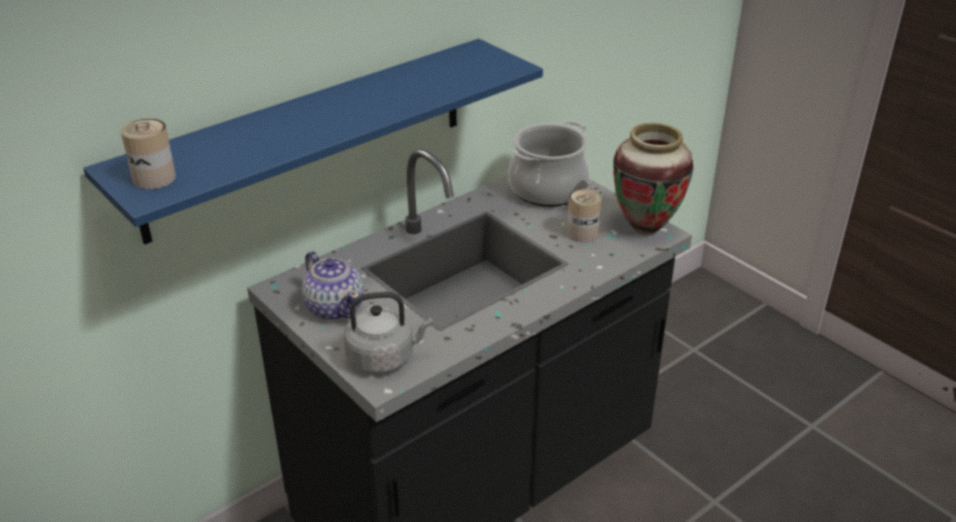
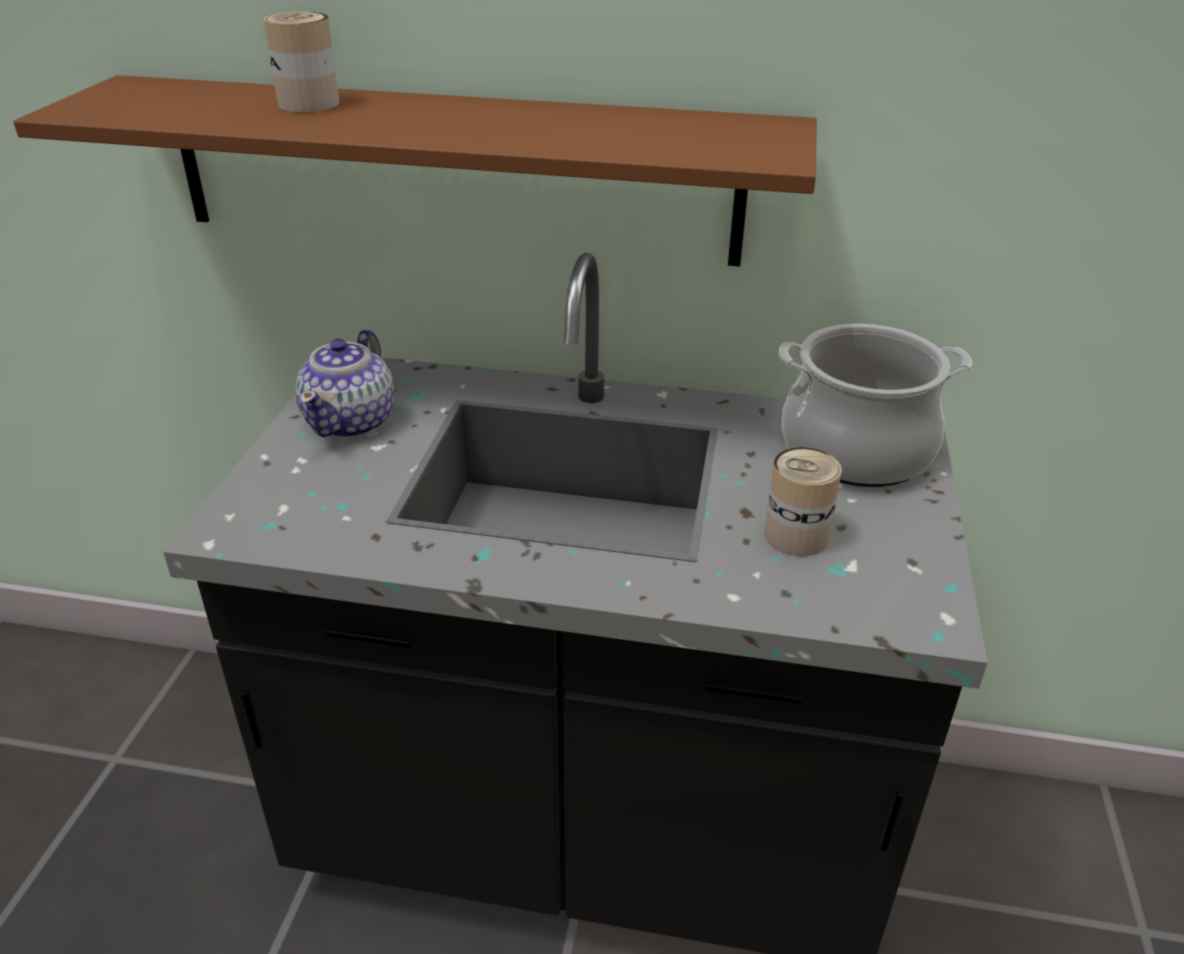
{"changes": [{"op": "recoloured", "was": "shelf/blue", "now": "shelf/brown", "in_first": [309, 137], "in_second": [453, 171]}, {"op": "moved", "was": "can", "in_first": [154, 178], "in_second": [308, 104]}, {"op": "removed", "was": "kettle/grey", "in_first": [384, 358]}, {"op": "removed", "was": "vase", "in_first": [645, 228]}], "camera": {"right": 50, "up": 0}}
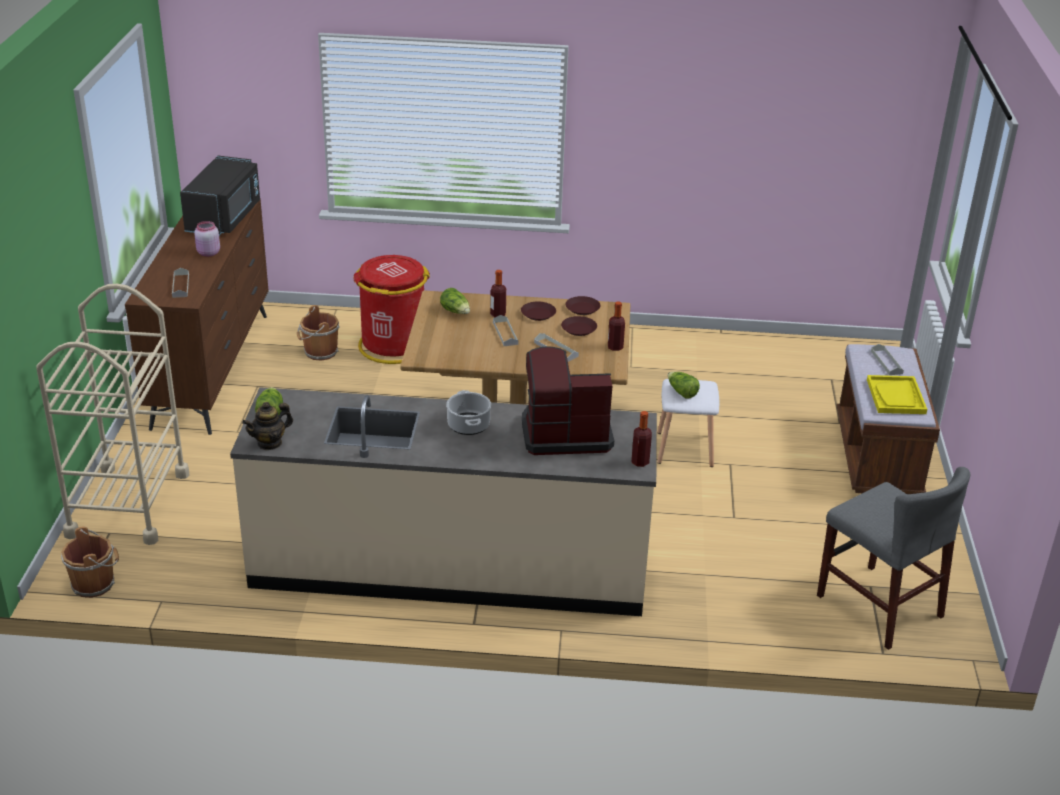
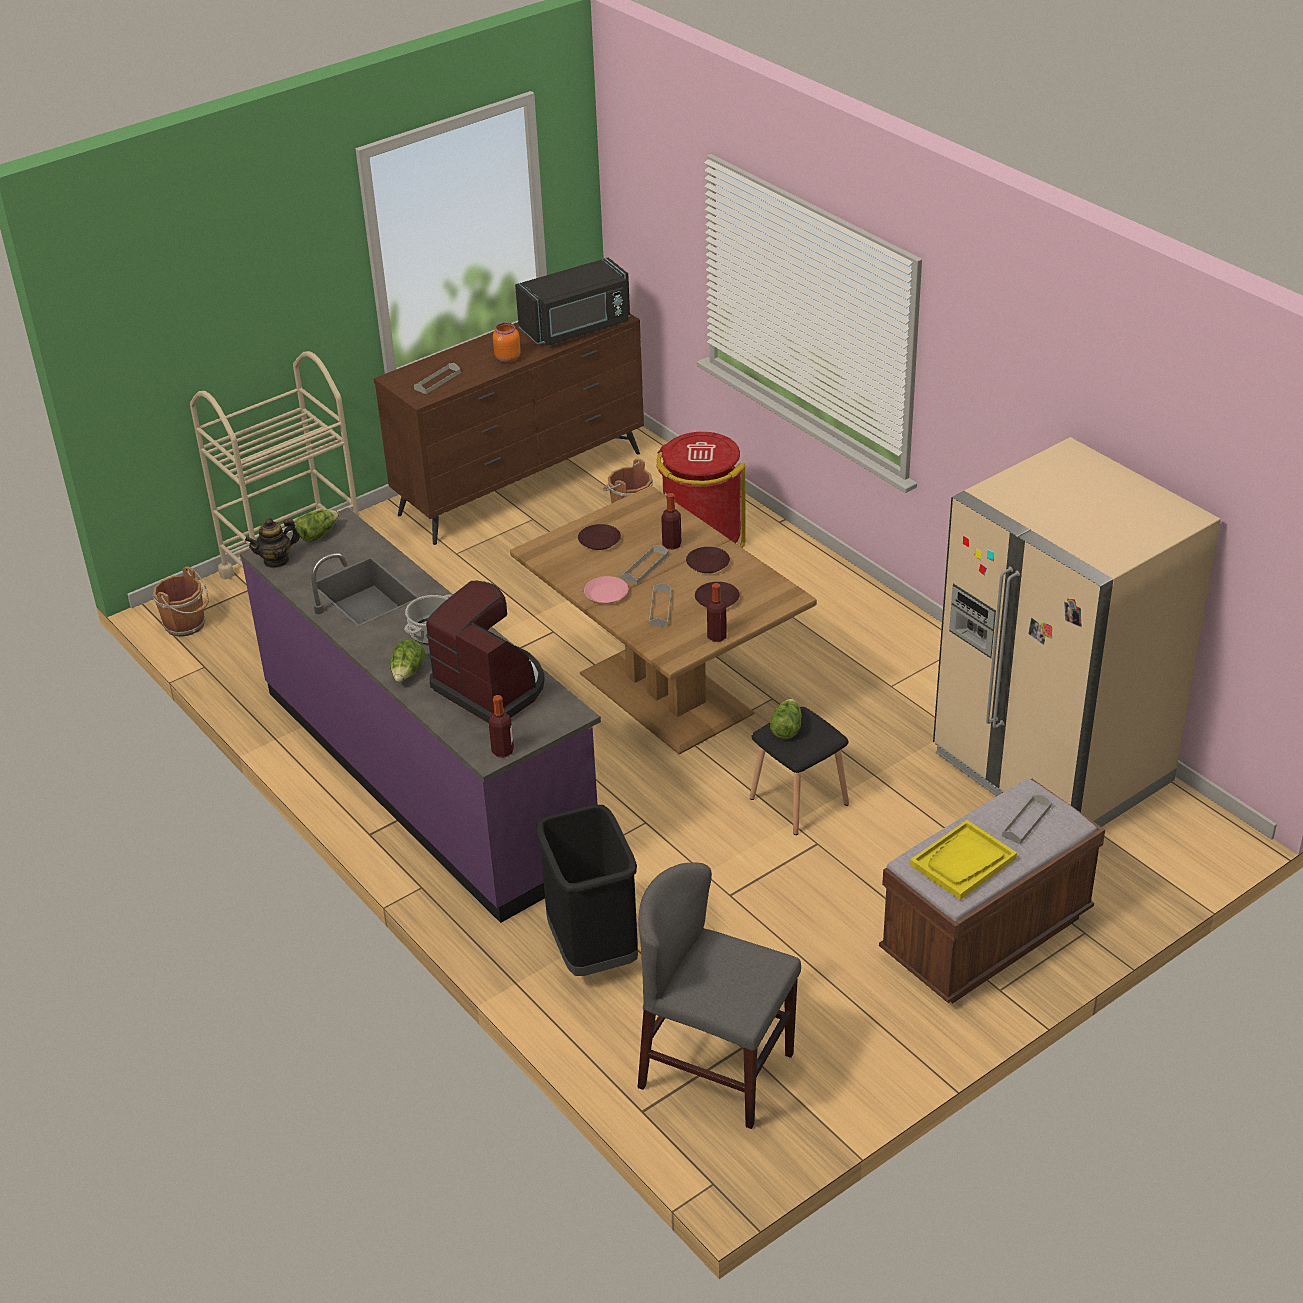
{"changes": [{"op": "recoloured", "was": "jar/pink", "now": "jar/orange", "in_first": [208, 253], "in_second": [507, 358]}, {"op": "recoloured", "was": "counter/beige", "now": "counter/purple", "in_first": [450, 566], "in_second": [428, 774]}, {"op": "turned", "was": "teapot", "in_first": [270, 443], "in_second": [276, 560], "clockwise": -45}, {"op": "moved", "was": "lettuce", "in_first": [456, 312], "in_second": [408, 672]}, {"op": "moved", "was": "plate/brown", "in_first": [583, 308], "in_second": [600, 541]}, {"op": "recoloured", "was": "stool/white", "now": "stool/black", "in_first": [685, 450], "in_second": [798, 802]}, {"op": "turned", "was": "chair/grey", "in_first": [879, 606], "in_second": [716, 1070], "clockwise": 105}, {"op": "added", "now": "trash can/black", "in_second": [593, 951]}, {"op": "added", "now": "plate/pink", "in_second": [607, 594]}, {"op": "added", "now": "fridge/beige", "in_second": [1051, 768]}], "camera": {"right": 50, "up": 5}}
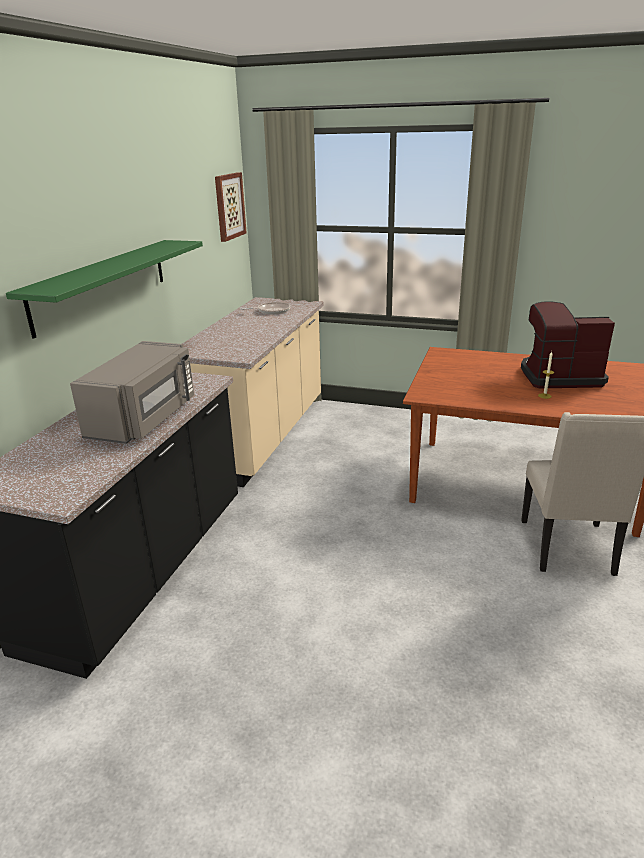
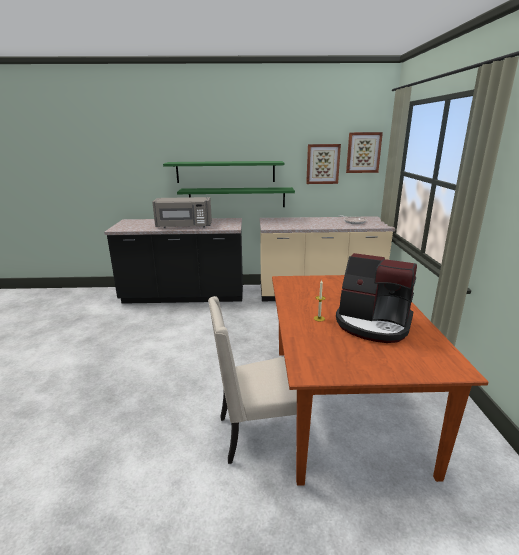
{"changes": [{"op": "turned", "was": "coffee machine", "in_first": [559, 376], "in_second": [373, 324], "clockwise": 135}, {"op": "added", "now": "shelf/green", "in_second": [237, 197]}, {"op": "added", "now": "picture", "in_second": [322, 164]}], "camera": {"right": 70, "up": -5}}
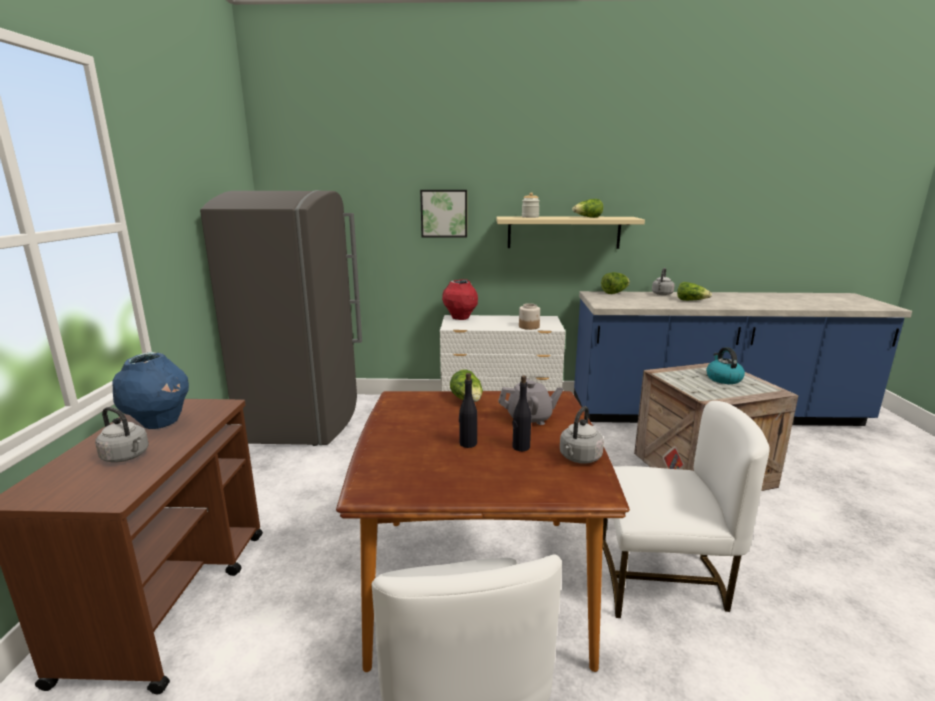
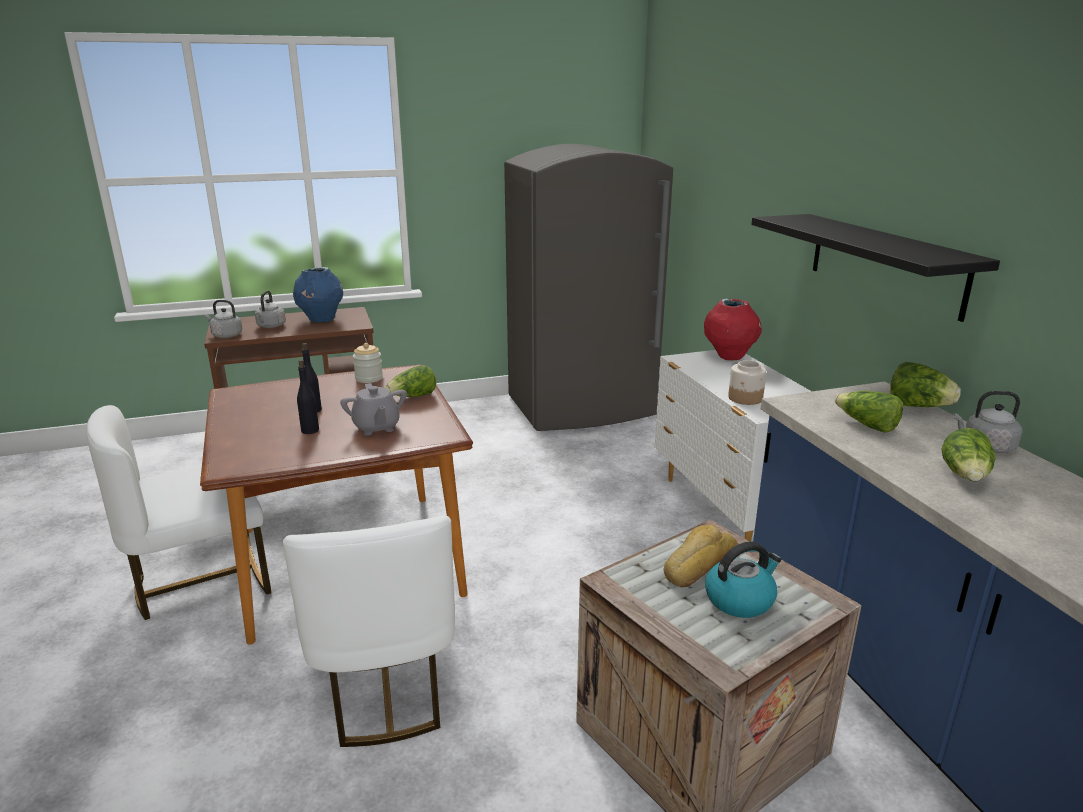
{"changes": [{"op": "removed", "was": "picture", "in_first": [444, 213]}, {"op": "recoloured", "was": "shelf/beige", "now": "shelf/black", "in_first": [563, 232], "in_second": [885, 263]}, {"op": "moved", "was": "jar", "in_first": [530, 217], "in_second": [369, 378]}, {"op": "moved", "was": "kettle/grey", "in_first": [579, 458], "in_second": [226, 335]}, {"op": "moved", "was": "lettuce", "in_first": [587, 217], "in_second": [866, 425]}, {"op": "added", "now": "bread", "in_second": [697, 564]}], "camera": {"right": 70, "up": 5}}
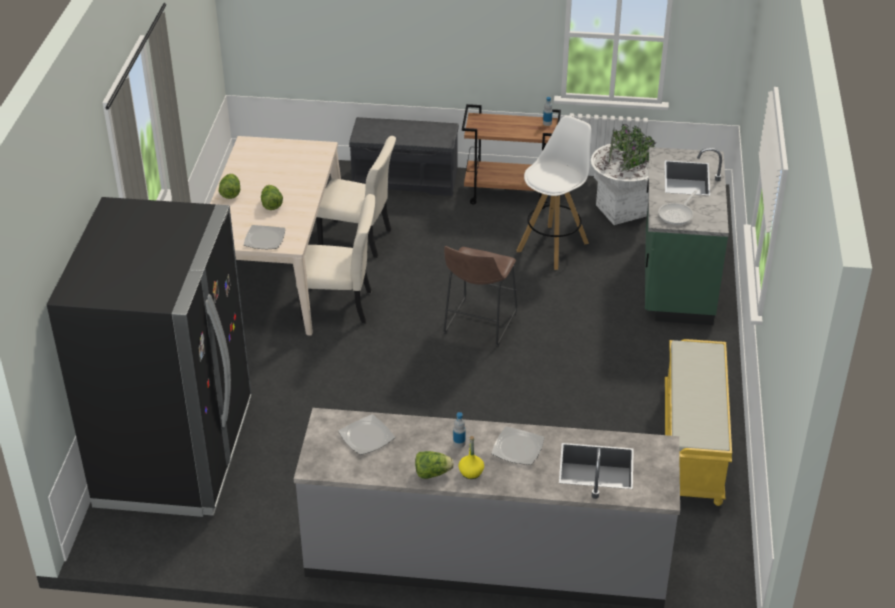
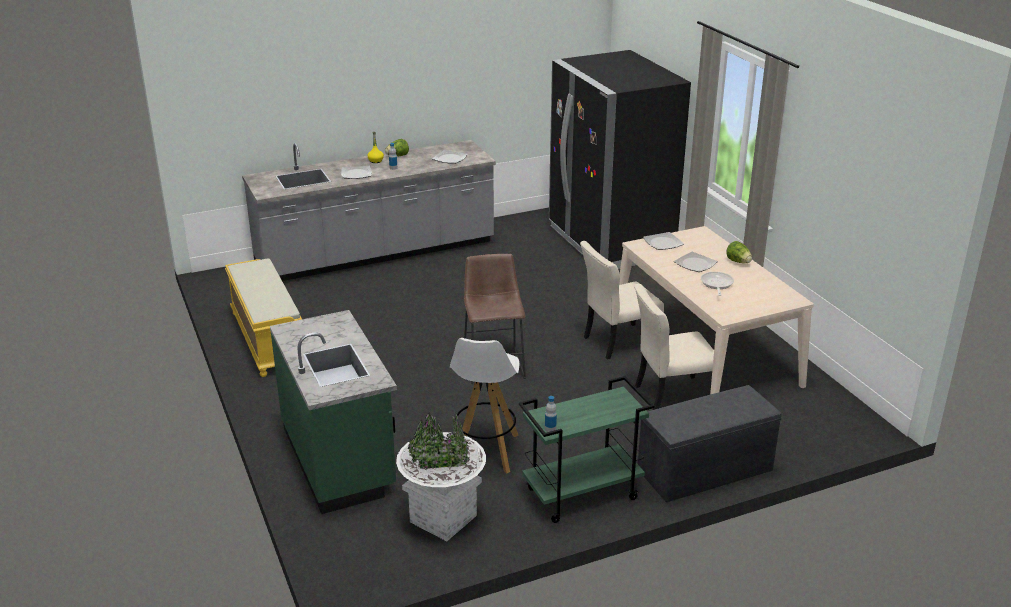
{"changes": [{"op": "replaced", "was": "lettuce", "now": "plate", "in_first": [271, 204], "in_second": [695, 264]}, {"op": "recoloured", "was": "cart/brown", "now": "cart/green", "in_first": [510, 193], "in_second": [581, 495]}, {"op": "moved", "was": "frying pan", "in_first": [677, 214], "in_second": [716, 284]}], "camera": {"right": 150, "up": -10}}
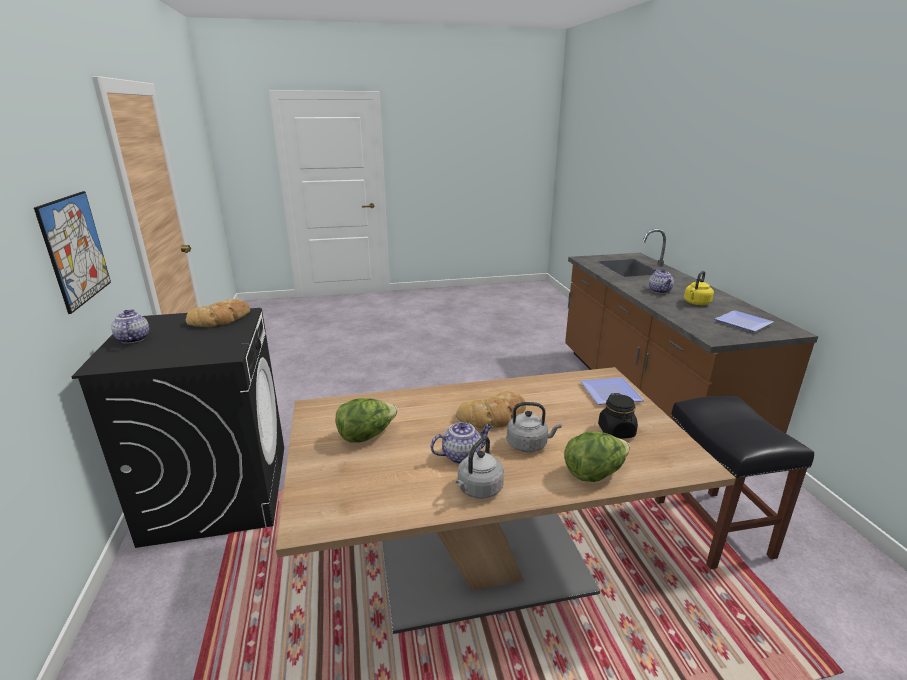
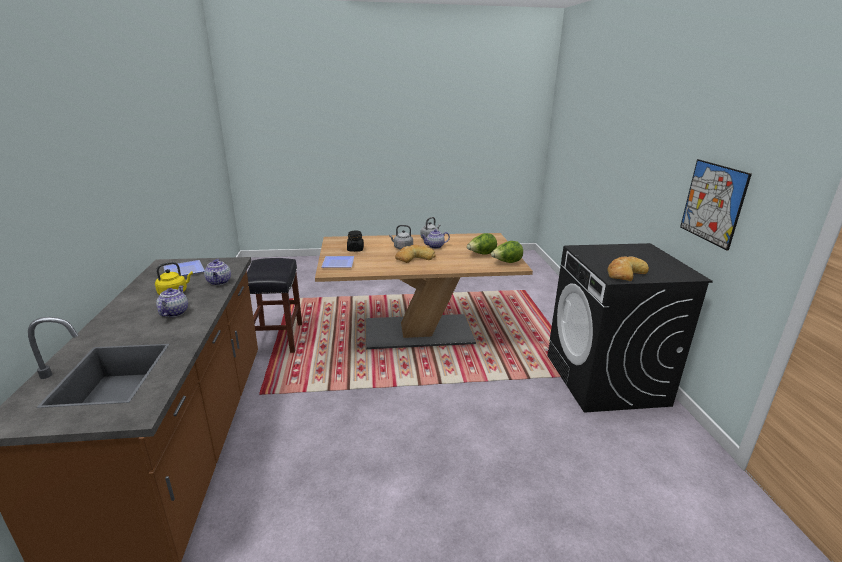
{"changes": [{"op": "moved", "was": "teapot", "in_first": [133, 339], "in_second": [219, 282]}, {"op": "moved", "was": "lettuce", "in_first": [594, 473], "in_second": [506, 262]}], "camera": {"right": -175, "up": 0}}
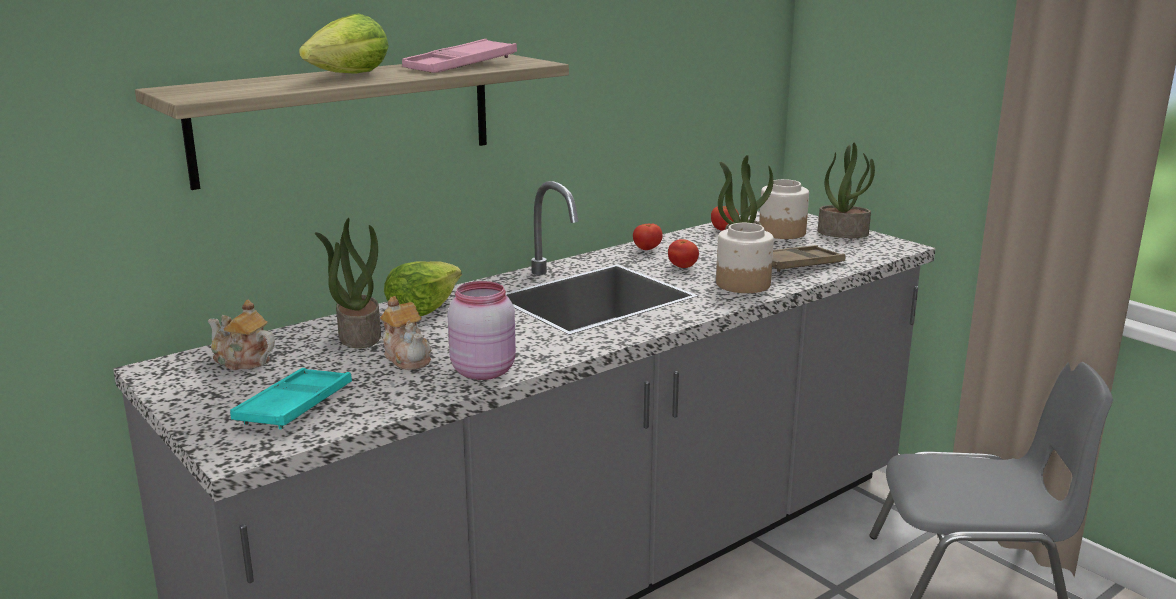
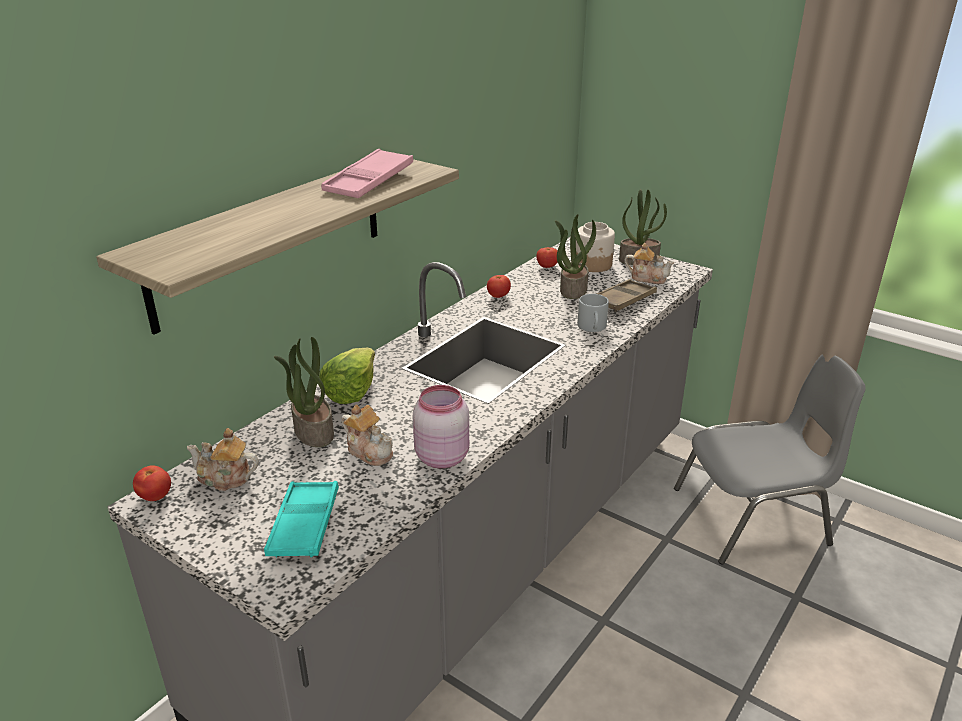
{"changes": [{"op": "removed", "was": "lettuce", "in_first": [349, 75]}, {"op": "moved", "was": "tomato", "in_first": [682, 267], "in_second": [155, 496]}, {"op": "replaced", "was": "jar", "now": "mug/grey", "in_first": [742, 284], "in_second": [593, 327]}, {"op": "added", "now": "teapot", "in_second": [647, 278]}], "camera": {"right": -15, "up": 10}}
